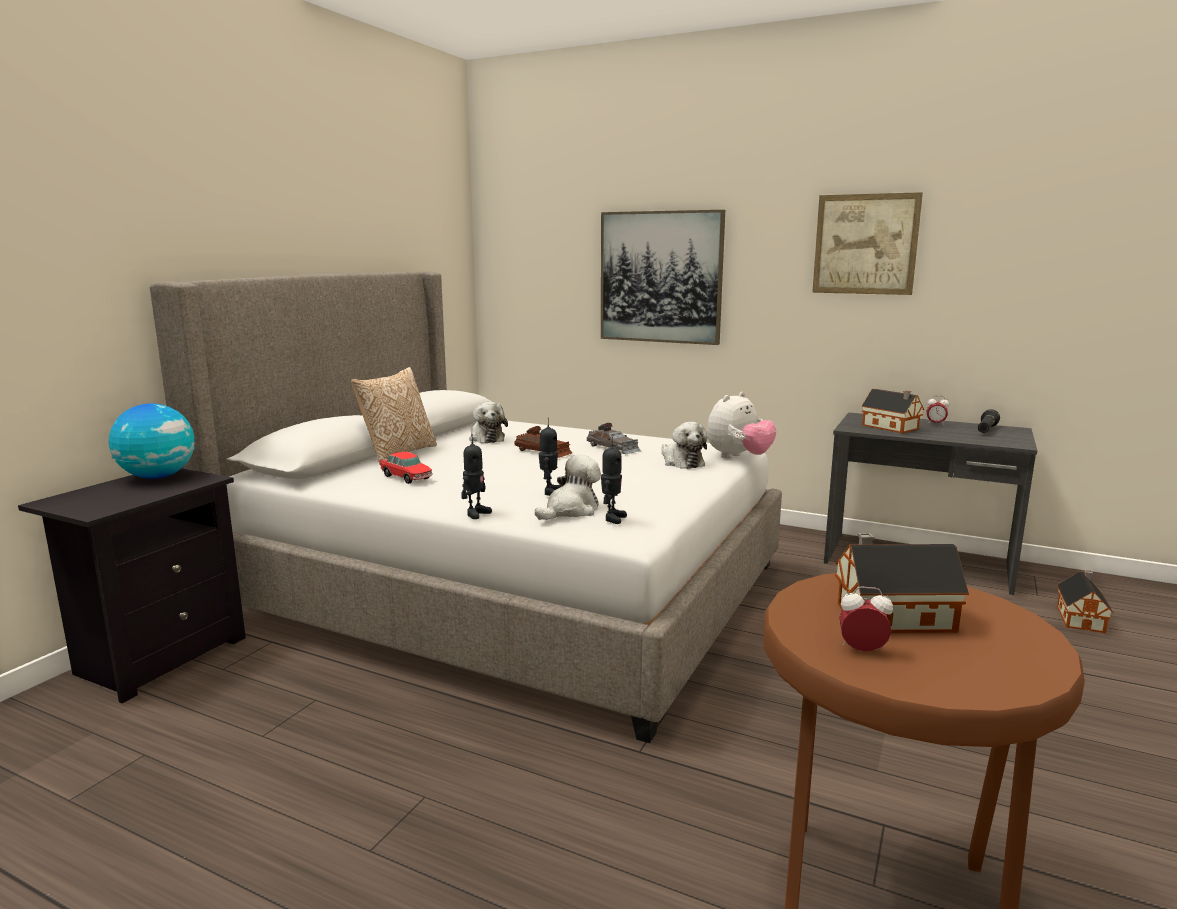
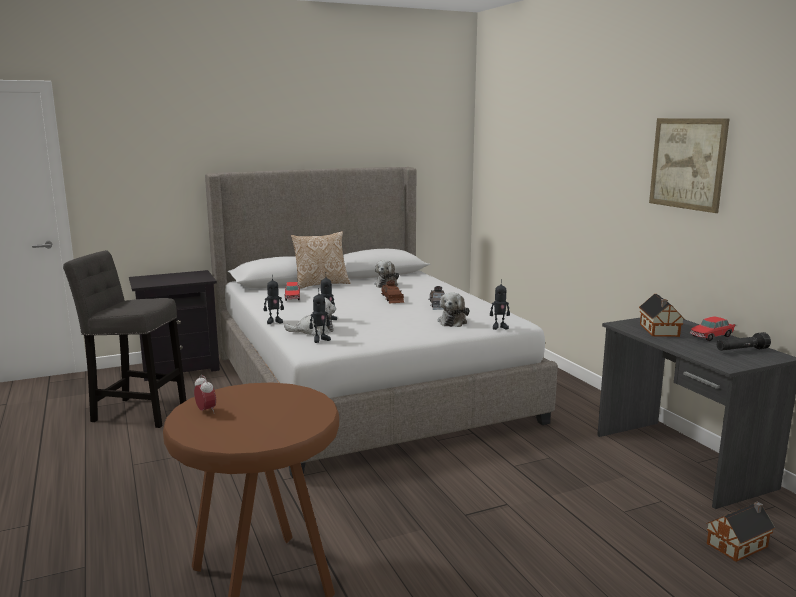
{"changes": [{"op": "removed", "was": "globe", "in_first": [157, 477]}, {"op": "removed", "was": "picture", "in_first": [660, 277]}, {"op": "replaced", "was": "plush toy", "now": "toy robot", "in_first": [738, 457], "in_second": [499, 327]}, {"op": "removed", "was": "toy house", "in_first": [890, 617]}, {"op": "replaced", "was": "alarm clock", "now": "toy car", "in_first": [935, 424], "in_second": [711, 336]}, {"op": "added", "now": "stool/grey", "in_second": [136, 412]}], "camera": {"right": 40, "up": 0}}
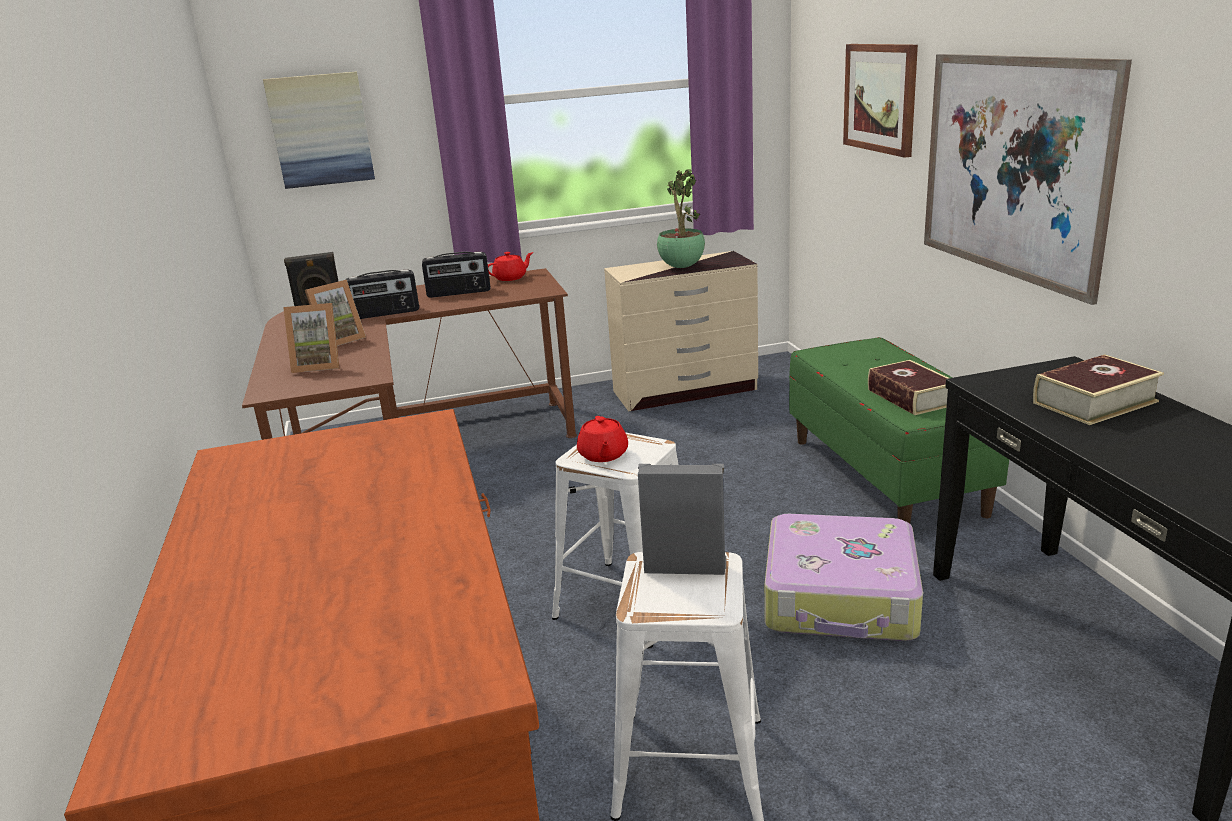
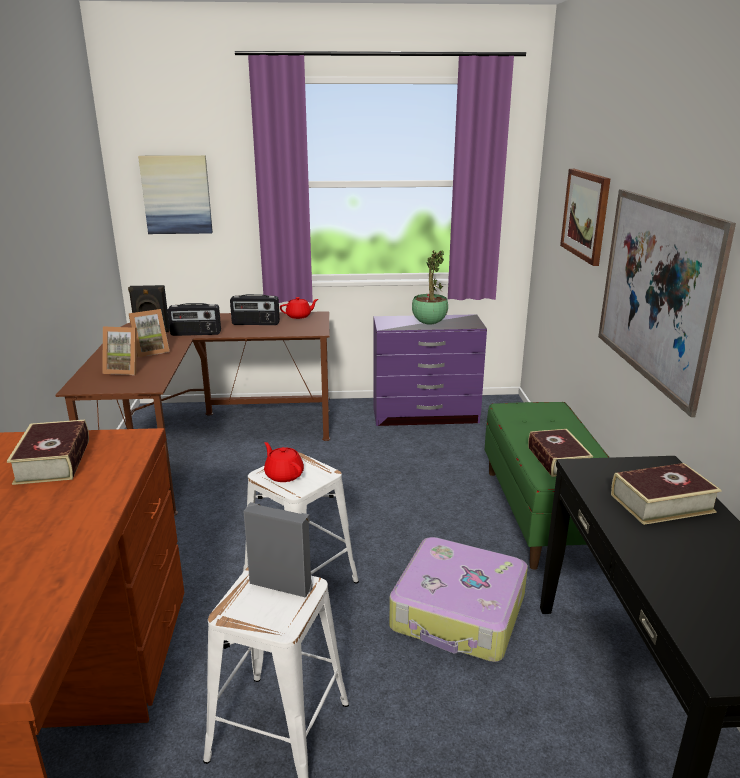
{"changes": [{"op": "turned", "was": "teapot/red", "in_first": [603, 455], "in_second": [284, 475], "clockwise": 135}, {"op": "recoloured", "was": "dresser/beige", "now": "dresser/purple", "in_first": [686, 391], "in_second": [426, 415]}, {"op": "added", "now": "book", "in_second": [53, 461]}], "camera": {"right": 10, "up": 0}}
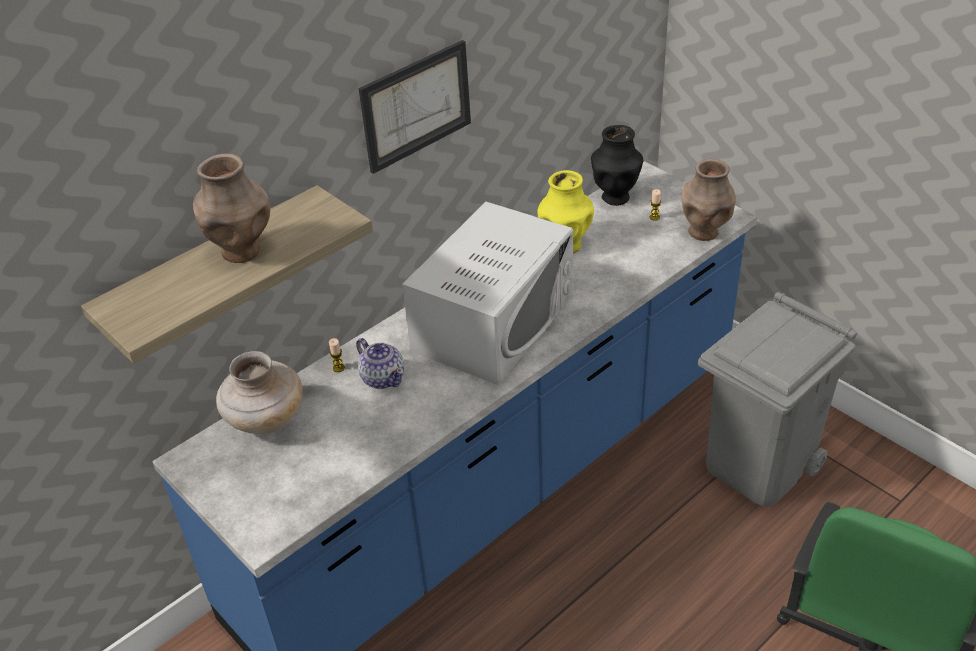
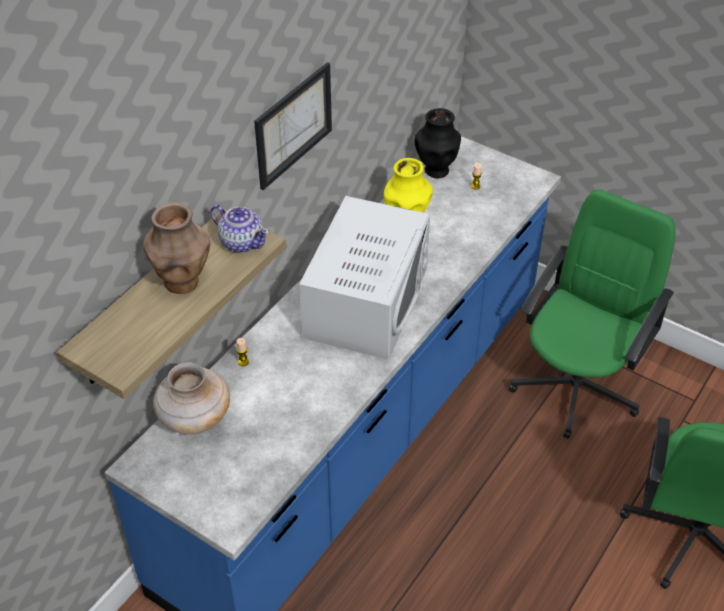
{"changes": [{"op": "moved", "was": "teapot", "in_first": [383, 378], "in_second": [242, 242]}, {"op": "removed", "was": "vase/brown", "in_first": [704, 232]}, {"op": "replaced", "was": "trash can/grey", "now": "office chair/green", "in_first": [759, 466], "in_second": [576, 386]}], "camera": {"right": -15, "up": 5}}
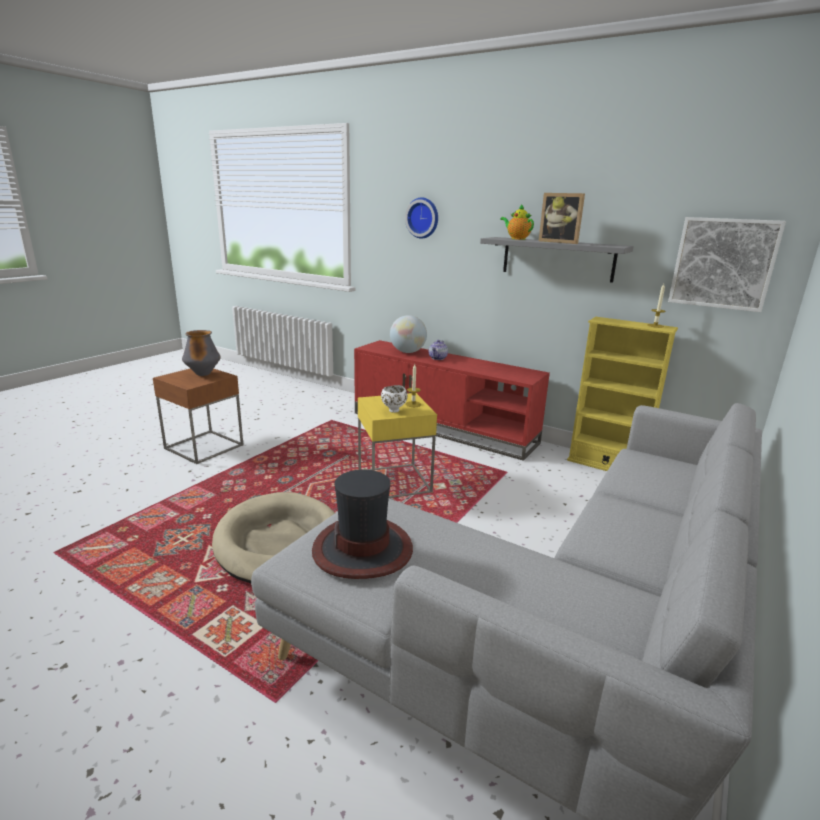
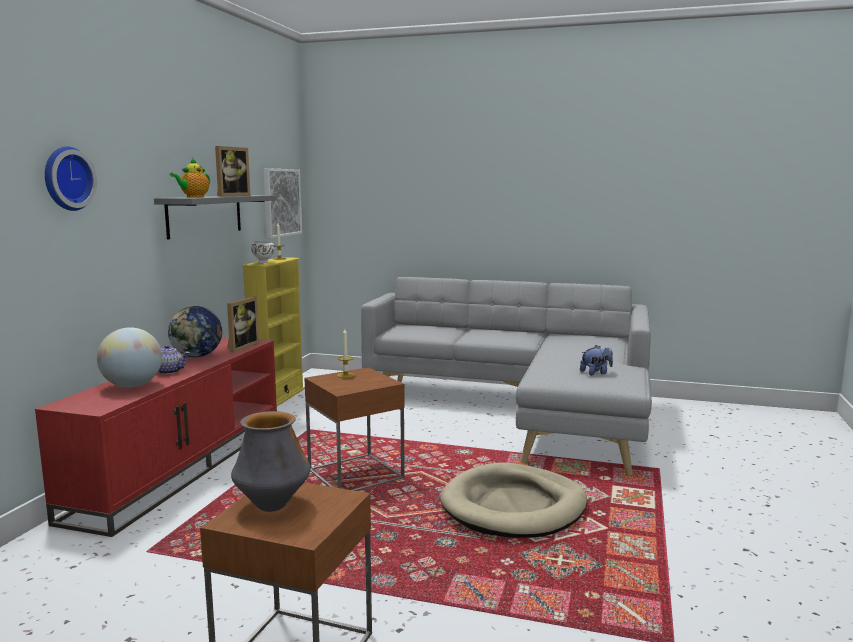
{"changes": [{"op": "replaced", "was": "hat", "now": "plush toy", "in_first": [363, 549], "in_second": [596, 373]}, {"op": "recoloured", "was": "side table/yellow", "now": "side table/brown", "in_first": [394, 482], "in_second": [355, 474]}, {"op": "moved", "was": "bowl/white", "in_first": [393, 411], "in_second": [264, 262]}, {"op": "added", "now": "globe", "in_second": [197, 356]}, {"op": "added", "now": "picture frame", "in_second": [240, 347]}], "camera": {"right": -105, "up": -10}}
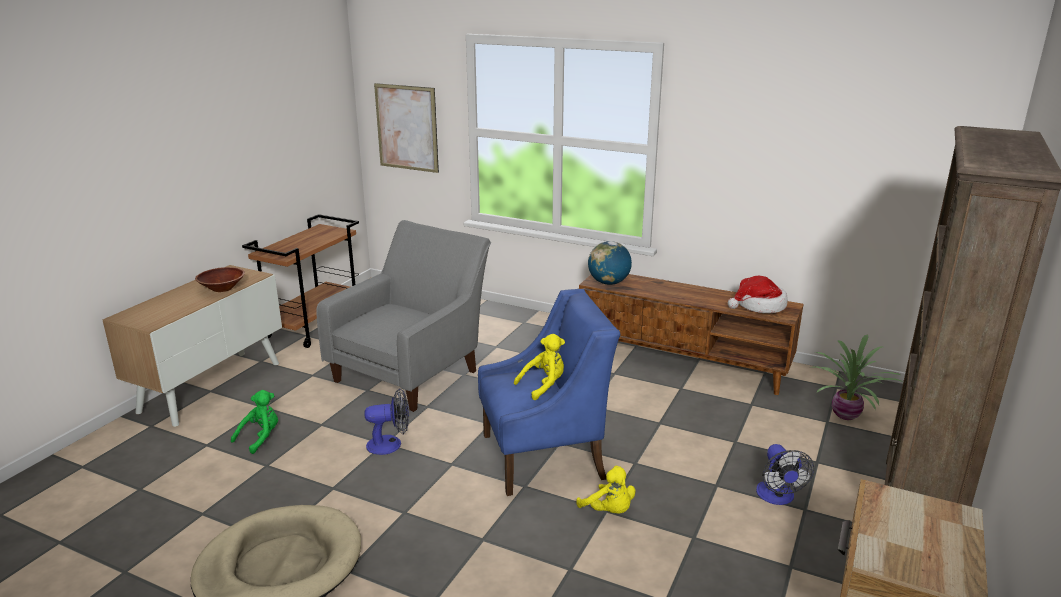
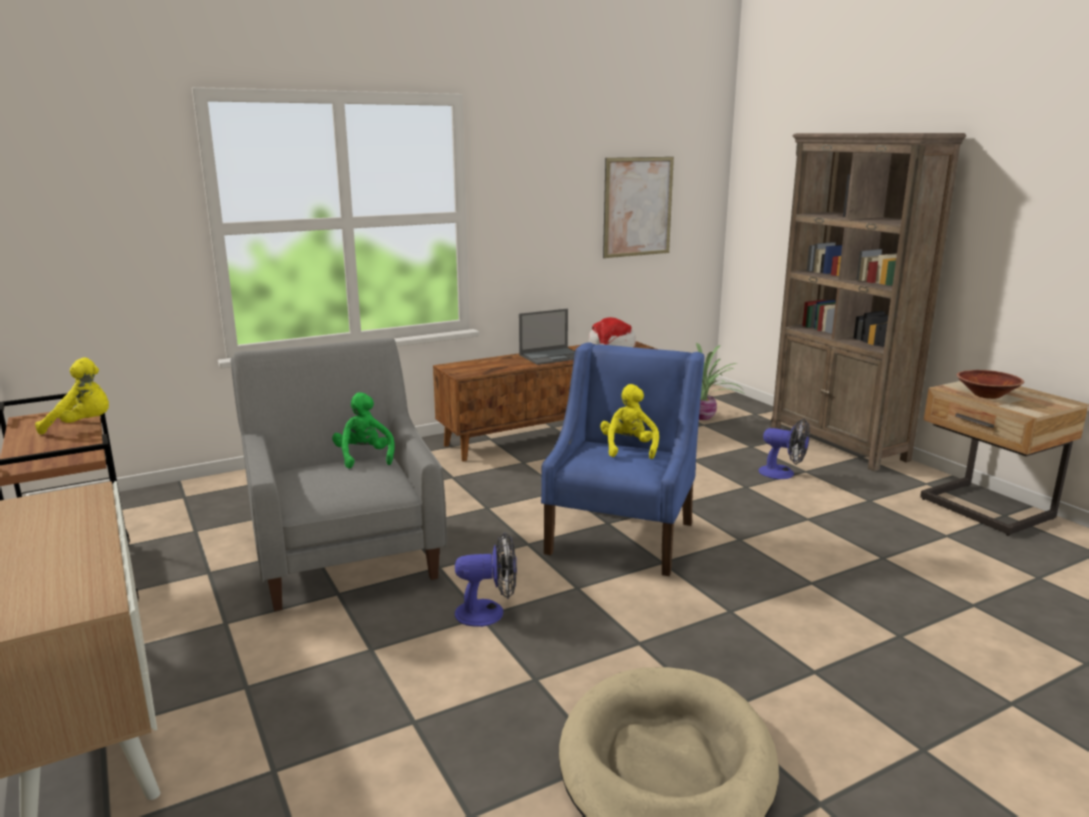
{"changes": [{"op": "moved", "was": "bowl/brown", "in_first": [222, 288], "in_second": [987, 395]}, {"op": "moved", "was": "plush toy/green", "in_first": [260, 438], "in_second": [364, 457]}, {"op": "turned", "was": "fan", "in_first": [390, 444], "in_second": [488, 612], "clockwise": 60}, {"op": "moved", "was": "picture", "in_first": [406, 128], "in_second": [638, 207]}, {"op": "moved", "was": "plush toy/yellow", "in_first": [609, 511], "in_second": [83, 425]}, {"op": "removed", "was": "globe", "in_first": [608, 283]}, {"op": "added", "now": "laptop", "in_second": [553, 356]}], "camera": {"right": -55, "up": -5}}
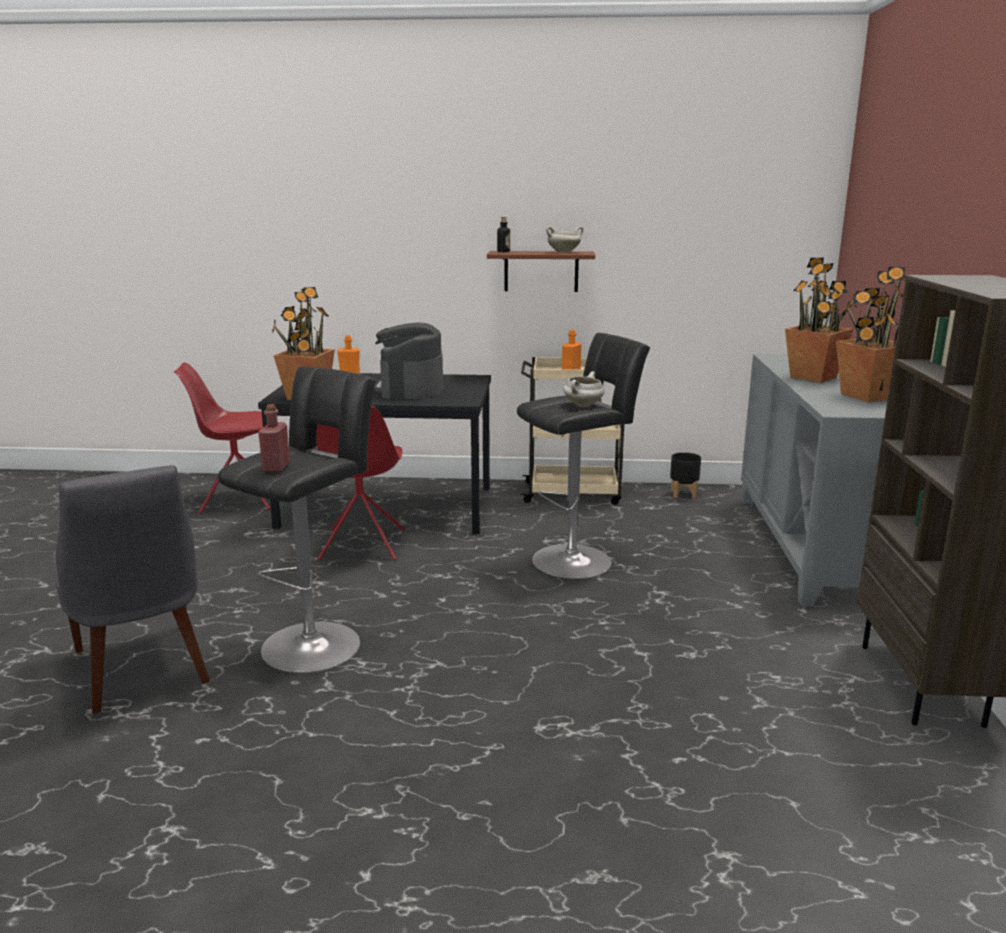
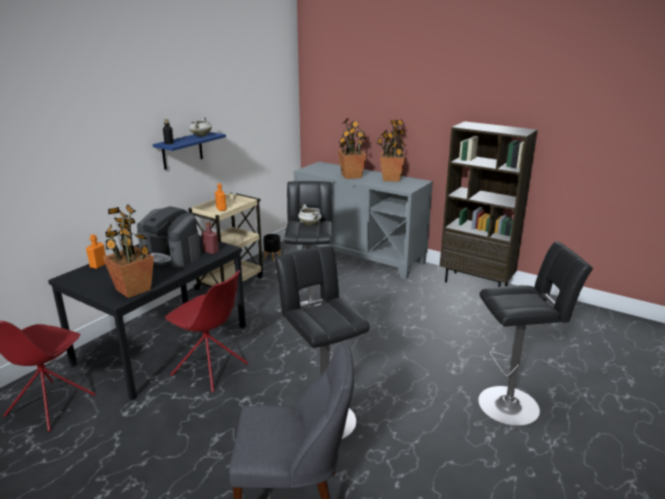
{"changes": [{"op": "moved", "was": "bottle/red", "in_first": [276, 468], "in_second": [211, 251]}, {"op": "recoloured", "was": "shelf/brown", "now": "shelf/blue", "in_first": [541, 271], "in_second": [182, 150]}, {"op": "added", "now": "stool/black", "in_second": [513, 404]}], "camera": {"right": -60, "up": 5}}
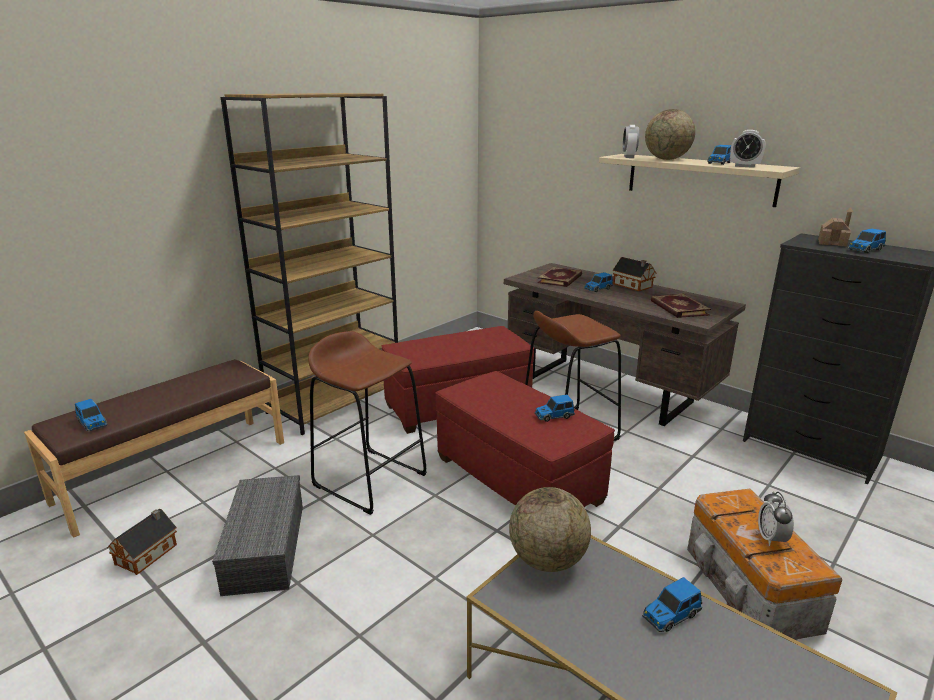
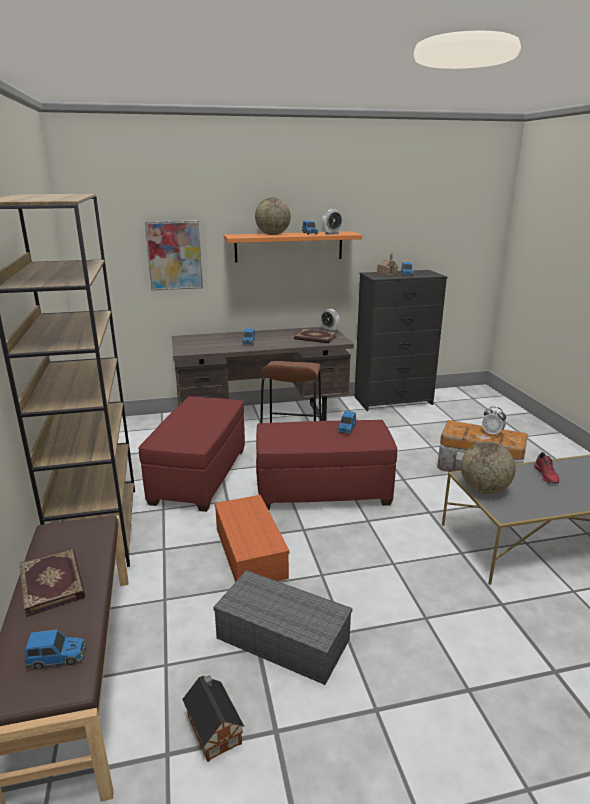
{"changes": [{"op": "replaced", "was": "stool/brown", "now": "storage box/orange", "in_first": [370, 479], "in_second": [249, 552]}, {"op": "moved", "was": "book", "in_first": [560, 279], "in_second": [53, 583]}, {"op": "recoloured", "was": "shelf/beige", "now": "shelf/orange", "in_first": [700, 179], "in_second": [289, 246]}, {"op": "removed", "was": "toy house", "in_first": [633, 286]}, {"op": "moved", "was": "alarm clock", "in_first": [629, 157], "in_second": [330, 330]}, {"op": "replaced", "was": "toy car", "now": "shoe/red", "in_first": [670, 615], "in_second": [546, 475]}, {"op": "added", "now": "picture", "in_second": [174, 255]}], "camera": {"right": -55, "up": 0}}
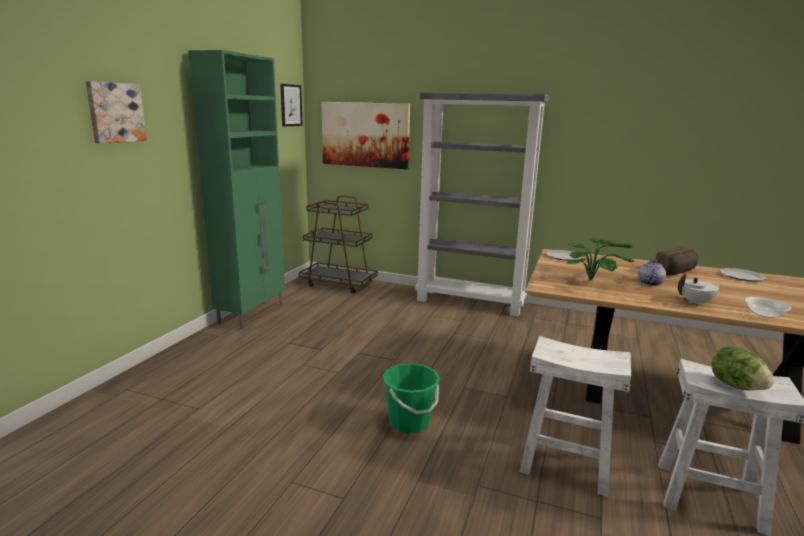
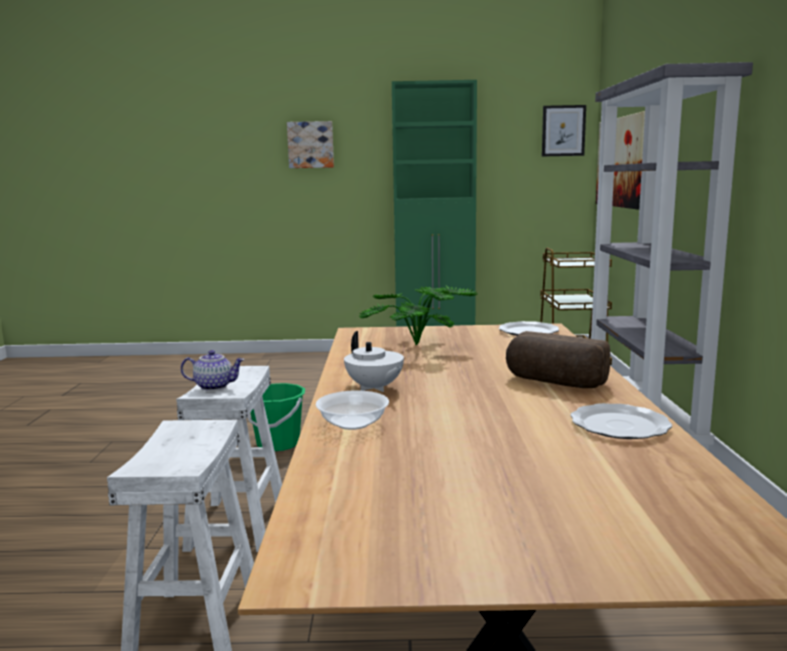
{"changes": [{"op": "moved", "was": "teapot", "in_first": [649, 283], "in_second": [215, 386]}, {"op": "removed", "was": "lettuce", "in_first": [736, 386]}], "camera": {"right": 70, "up": -5}}
